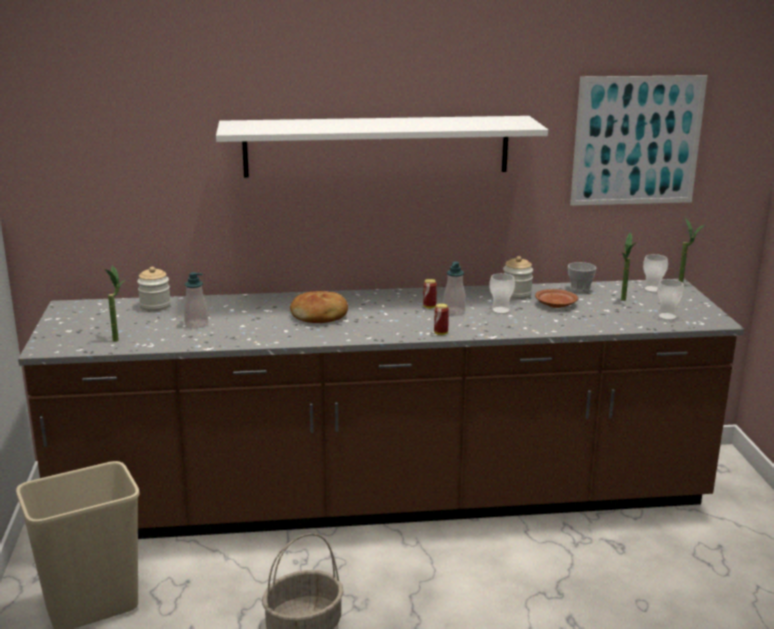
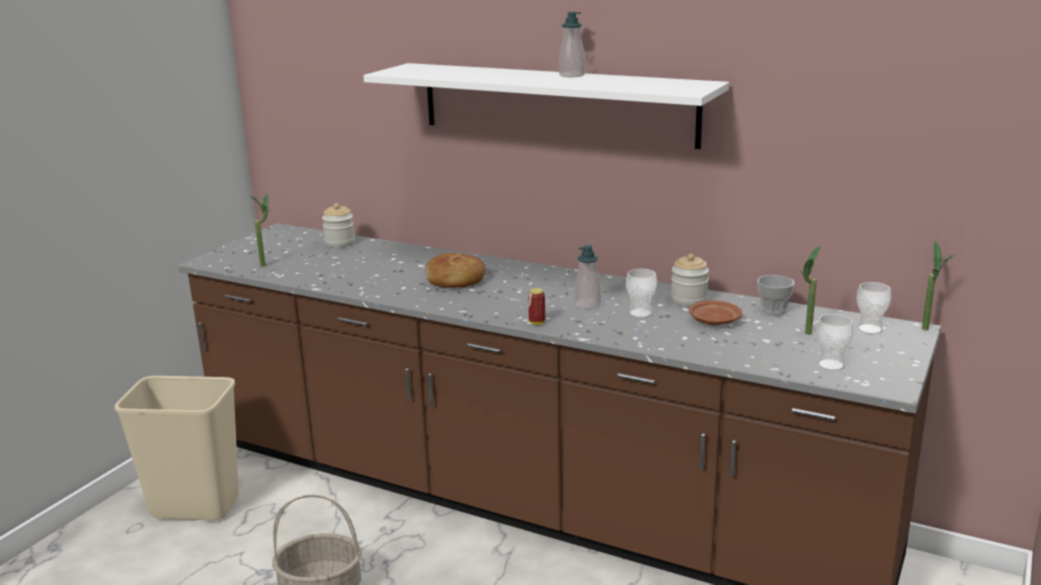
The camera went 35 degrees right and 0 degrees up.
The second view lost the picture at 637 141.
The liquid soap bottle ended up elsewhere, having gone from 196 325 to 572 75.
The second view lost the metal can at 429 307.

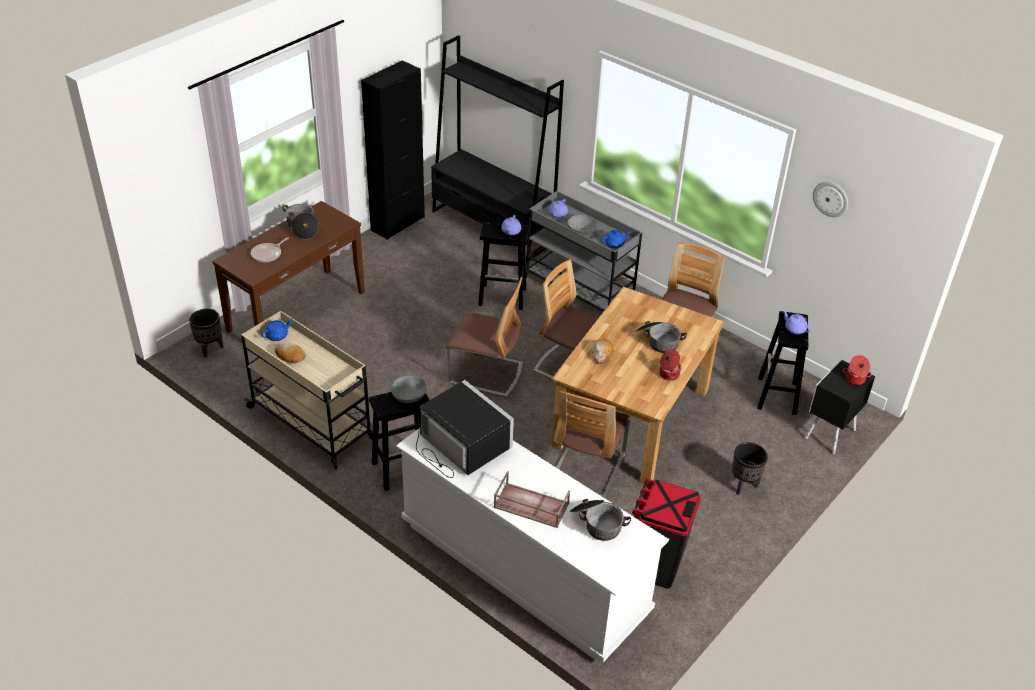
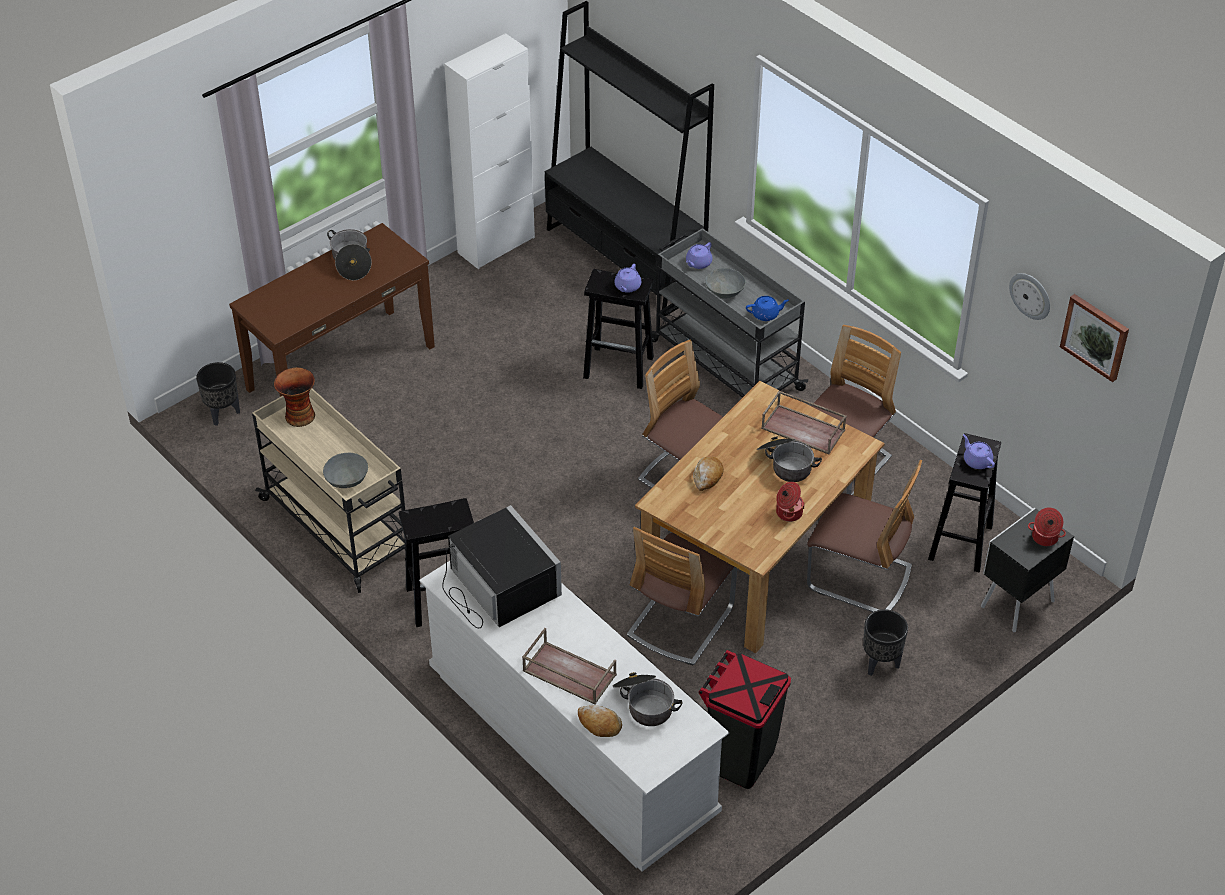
The camera went 10 degrees right and 5 degrees up.
What was the black-coloured cupboard at 397 223 turned into the white-coloured cupboard at 496 245.
The second view lost the skillet at 268 254.
The upright chair ended up elsewhere, having gone from 486 374 to 859 577.
Where the blue-coloured tea pot stood at 277 335, the flower vase came to stand at 299 416.
The baked bread ended up elsewhere, having gone from 290 356 to 599 724.
The gray deep dish ended up elsewhere, having gone from 409 396 to 347 479.
The second view gained the picture at 1095 336.
The second view gained the brown carrying tray at 804 429.

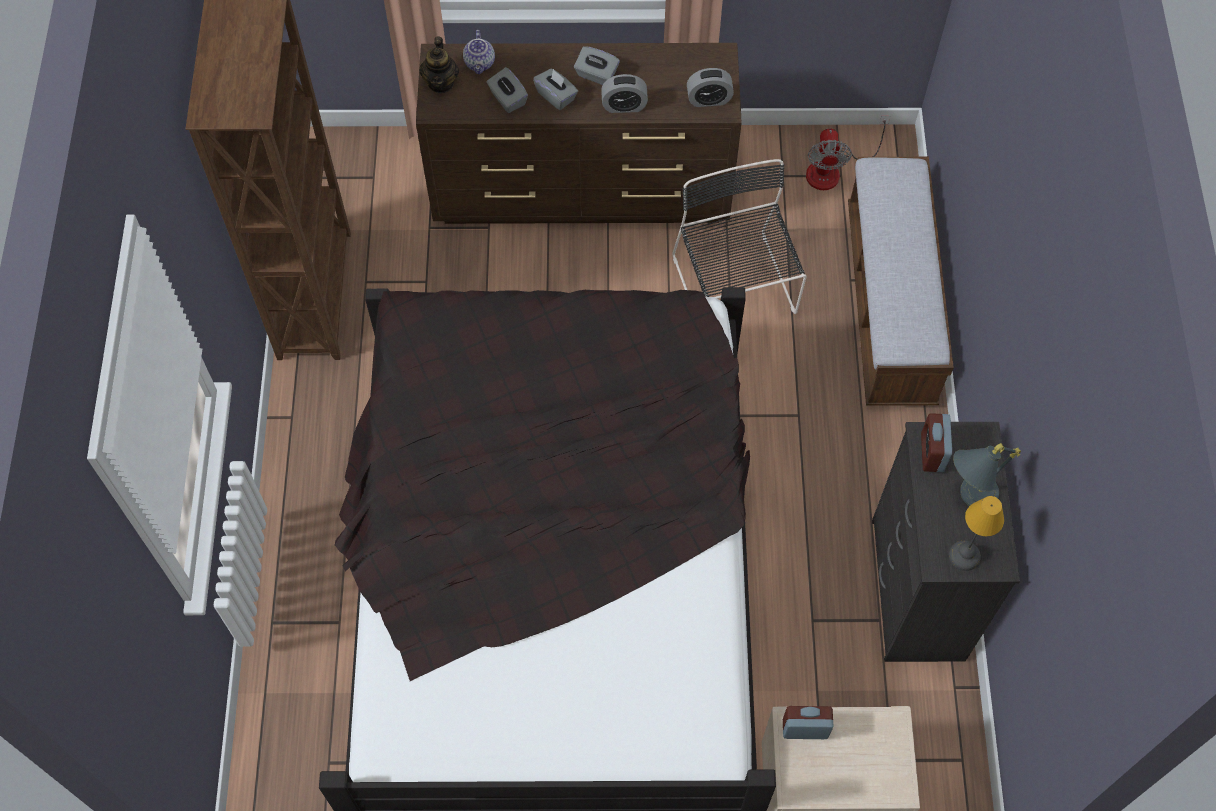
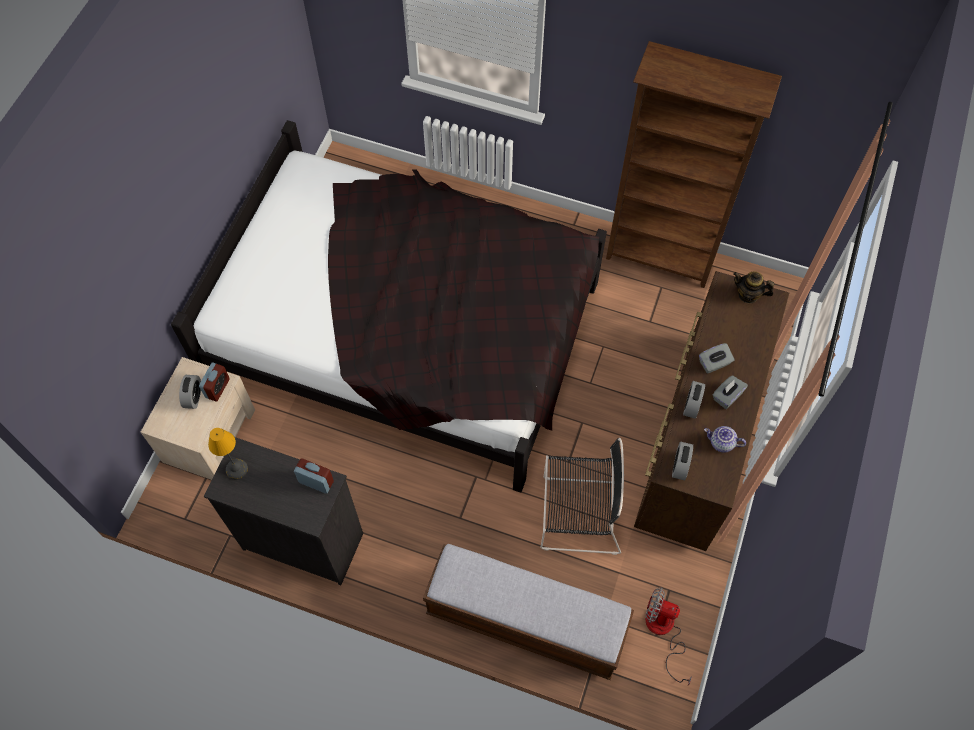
The camera went 110 degrees right and 0 degrees up.
The tea pot ended up elsewhere, having gone from 480 63 to 721 443.
The second view lost the gray tissue box at 507 99.
The second view lost the gray tabletop lamp at 966 498.
The second view gained the table clock at 193 397.

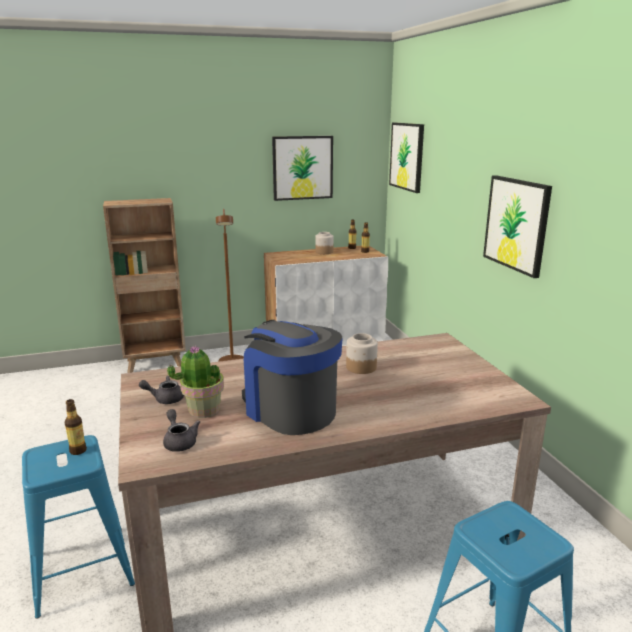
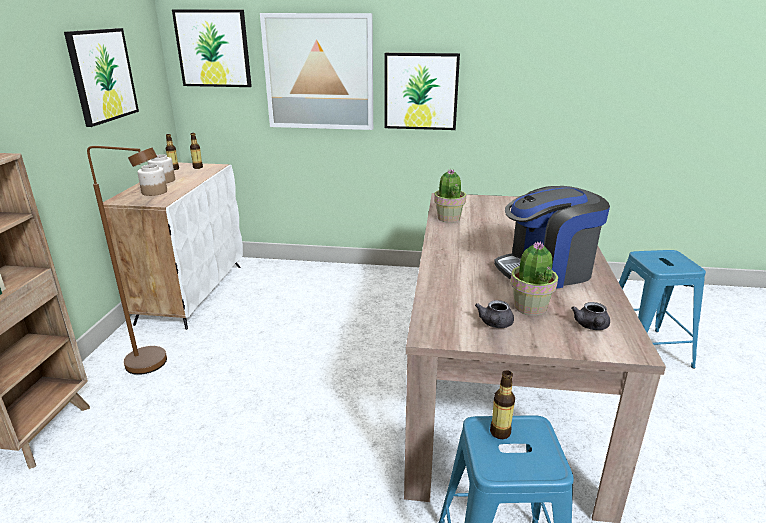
The camera went 65 degrees left and 5 degrees up.
The storage jar ended up elsewhere, having gone from 360 367 to 154 192.
The gray tea pot at 179 441 ended up facing another way, 75 degrees counterclockwise from before.
The second view gained the picture at 319 72.
The second view gained the houseplant at 448 218.

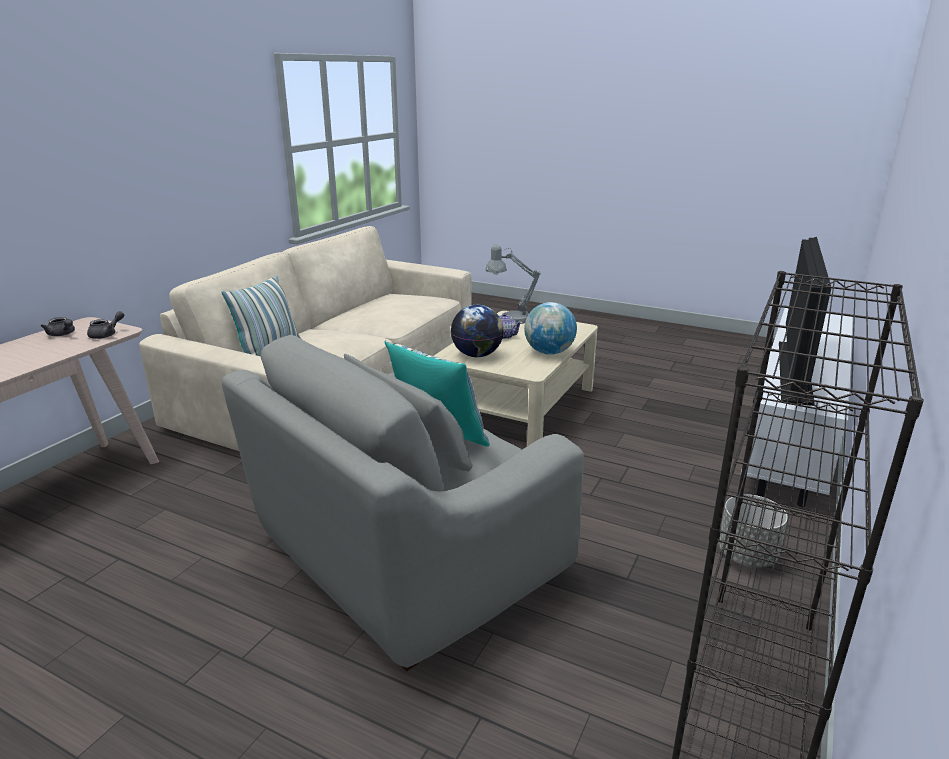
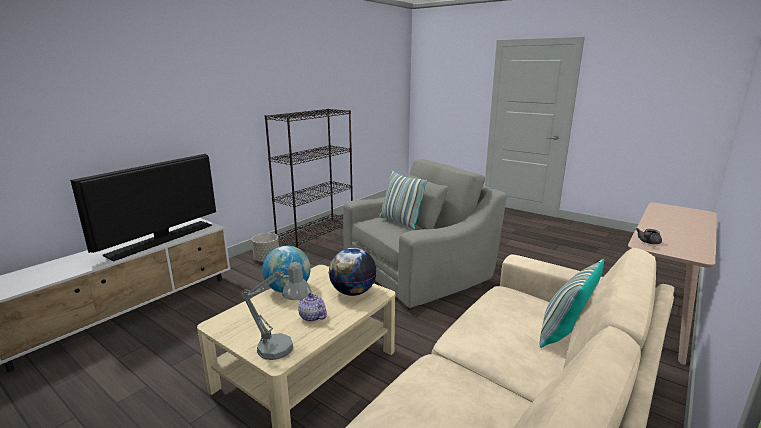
The camera went 170 degrees left and 5 degrees down.
The second view lost the gray tea pot at 62 334.

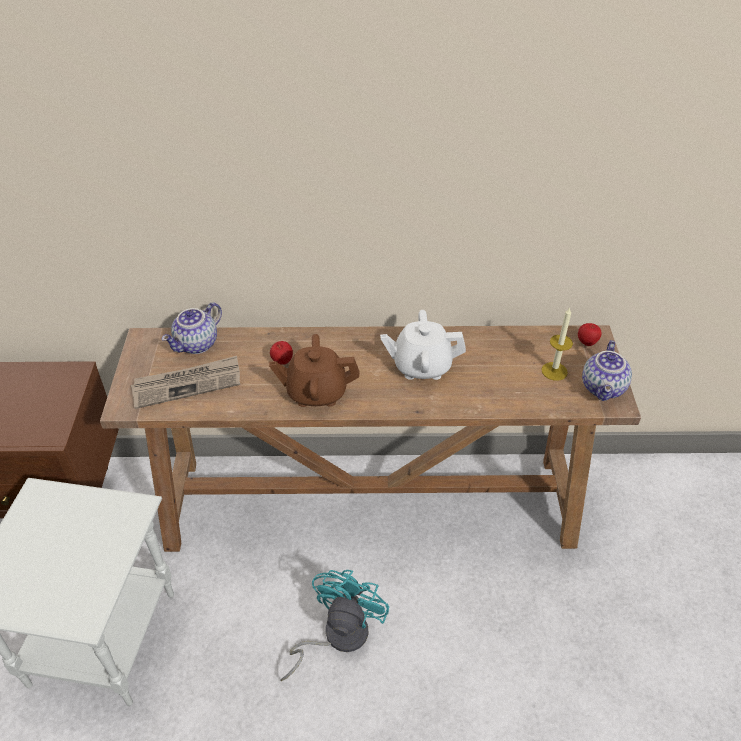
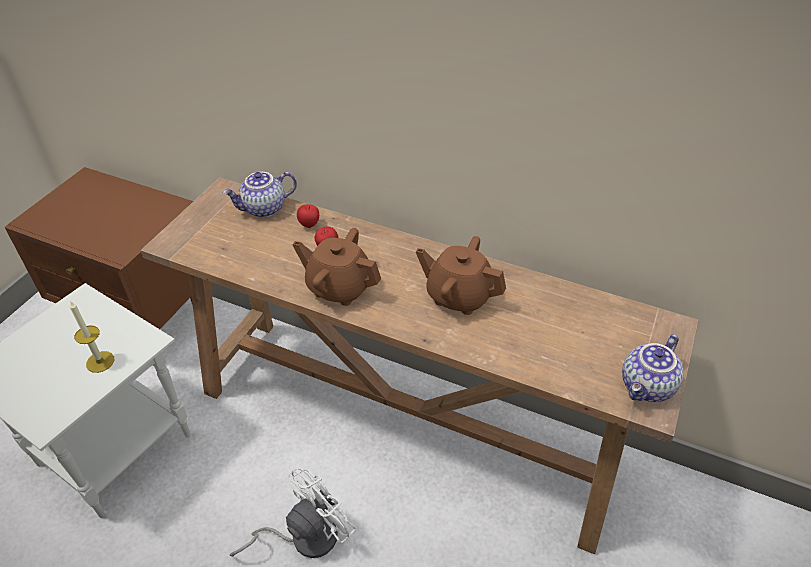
The camera went 25 degrees right and 0 degrees up.
The wax light ended up elsewhere, having gone from 554 371 to 100 361.
What was the white-coloured tea pot at 421 366 turned into the brown tea pot at 458 296.
The apple ended up elsewhere, having gone from 587 343 to 309 225.
The second view lost the newspaper at 187 384.
What was the blue-green cooling fan at 337 636 turned into the white-coloured cooling fan at 304 537.

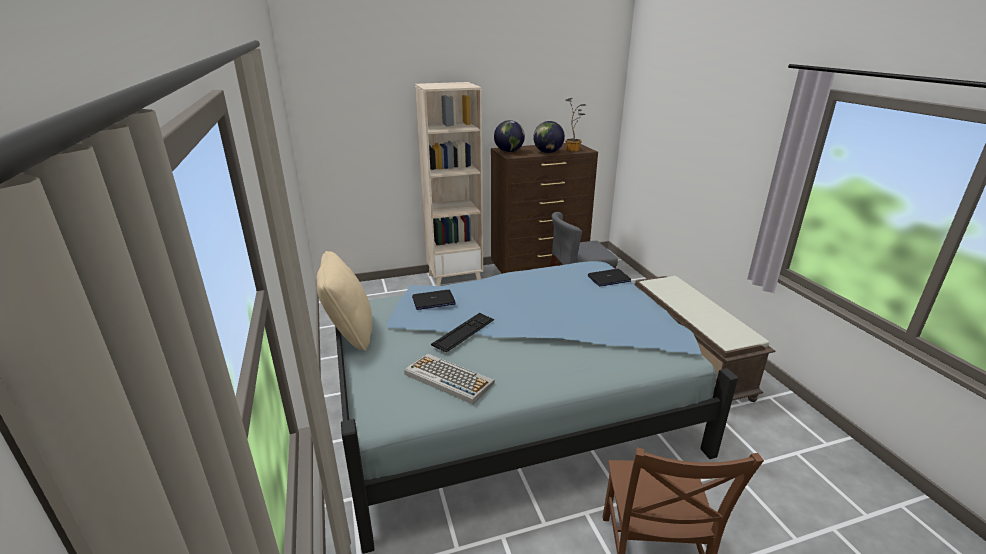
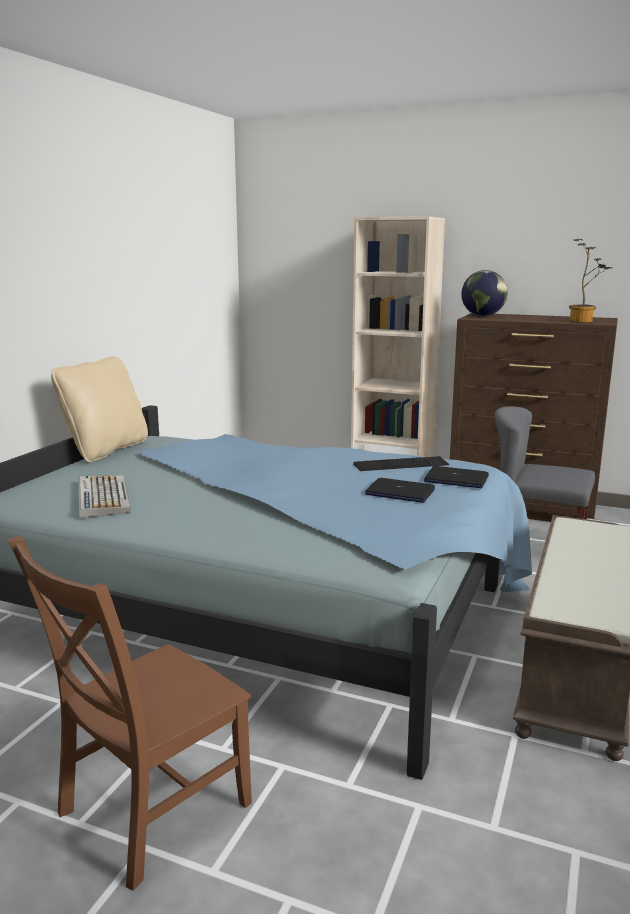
The camera went 40 degrees right and 10 degrees down.
The second view lost the world globe at 547 152.
The laptop ended up elsewhere, having gone from 433 301 to 399 492.
The computer keyboard ended up elsewhere, having gone from 464 332 to 401 464.

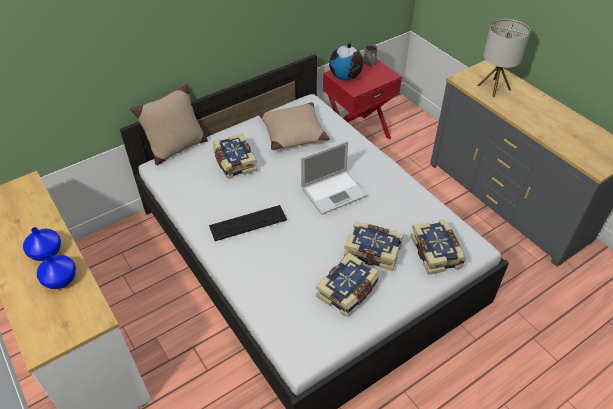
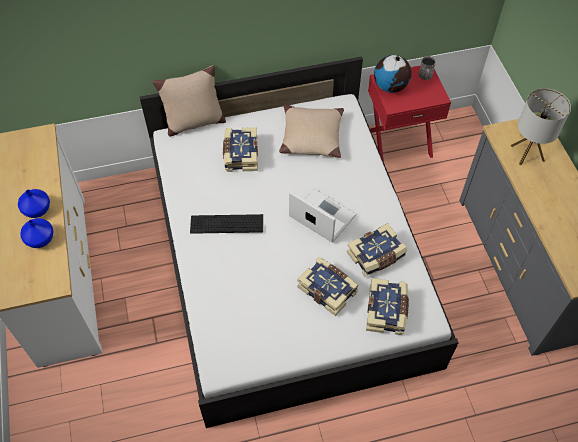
The camera went 20 degrees right and 10 degrees up.
The laptop at 334 191 ended up facing another way, 135 degrees counterclockwise from before.
The bound book ended up elsewhere, having gone from 348 291 to 376 256.

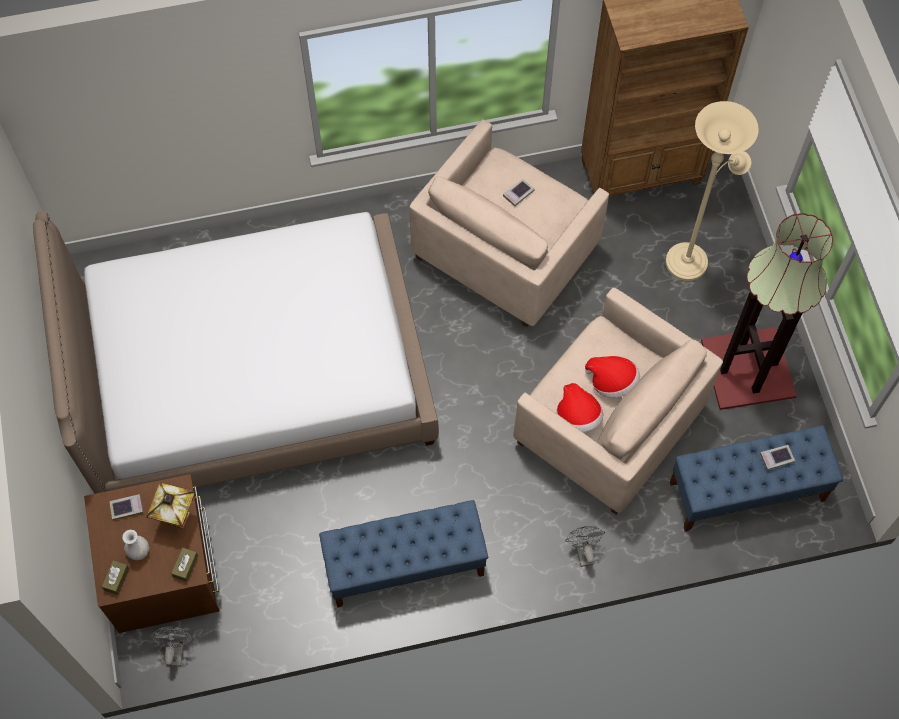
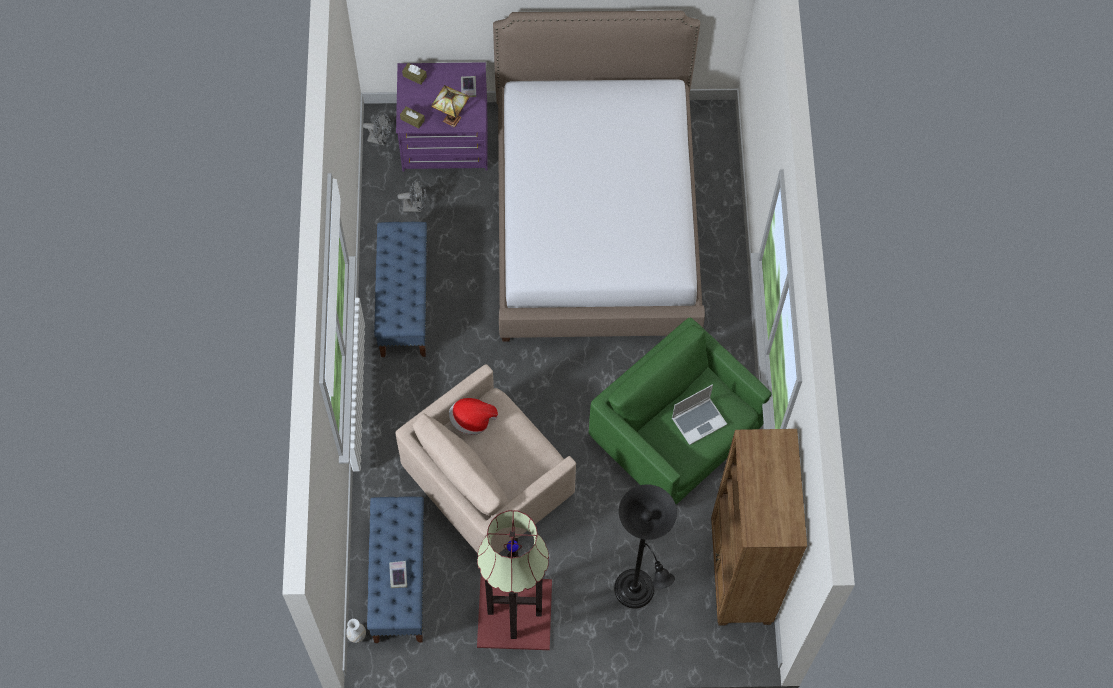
The camera went 100 degrees right and 0 degrees up.
What was the beige-coloured standard lamp at 690 259 turned into the black-coloured standard lamp at 637 593.
What was the beige-coloured armchair at 506 251 turned into the green armchair at 675 435.
Where the bound book stood at 518 194, the laptop came to stand at 699 420.
The second view lost the hat at 612 382.
What was the brown drawer chest at 164 569 turned into the purple drawer chest at 445 139.
The gray cooling fan ended up elsewhere, having gone from 583 551 to 415 207.
The white-coloured flower vase ended up elsewhere, having gone from 139 551 to 357 635.

